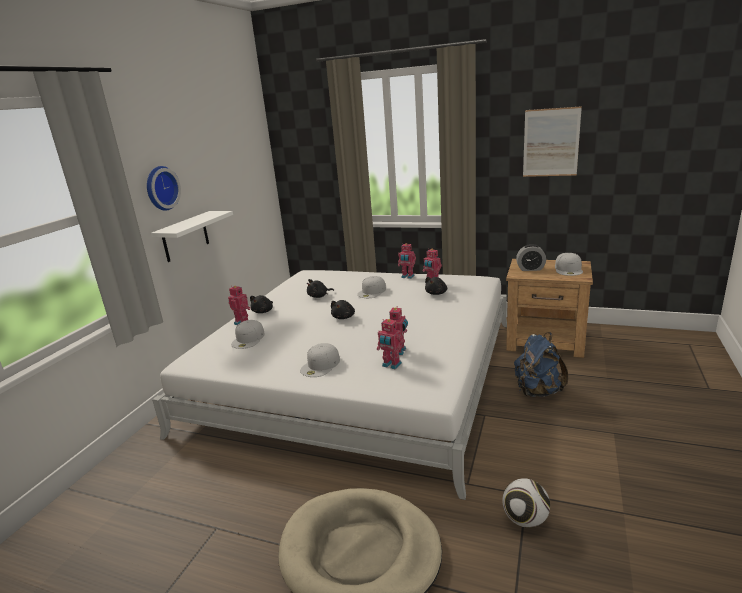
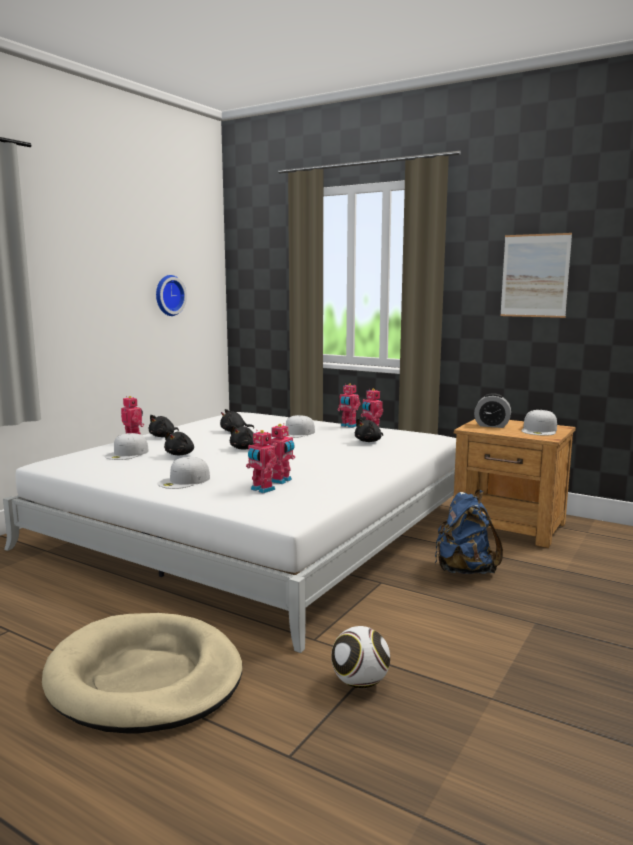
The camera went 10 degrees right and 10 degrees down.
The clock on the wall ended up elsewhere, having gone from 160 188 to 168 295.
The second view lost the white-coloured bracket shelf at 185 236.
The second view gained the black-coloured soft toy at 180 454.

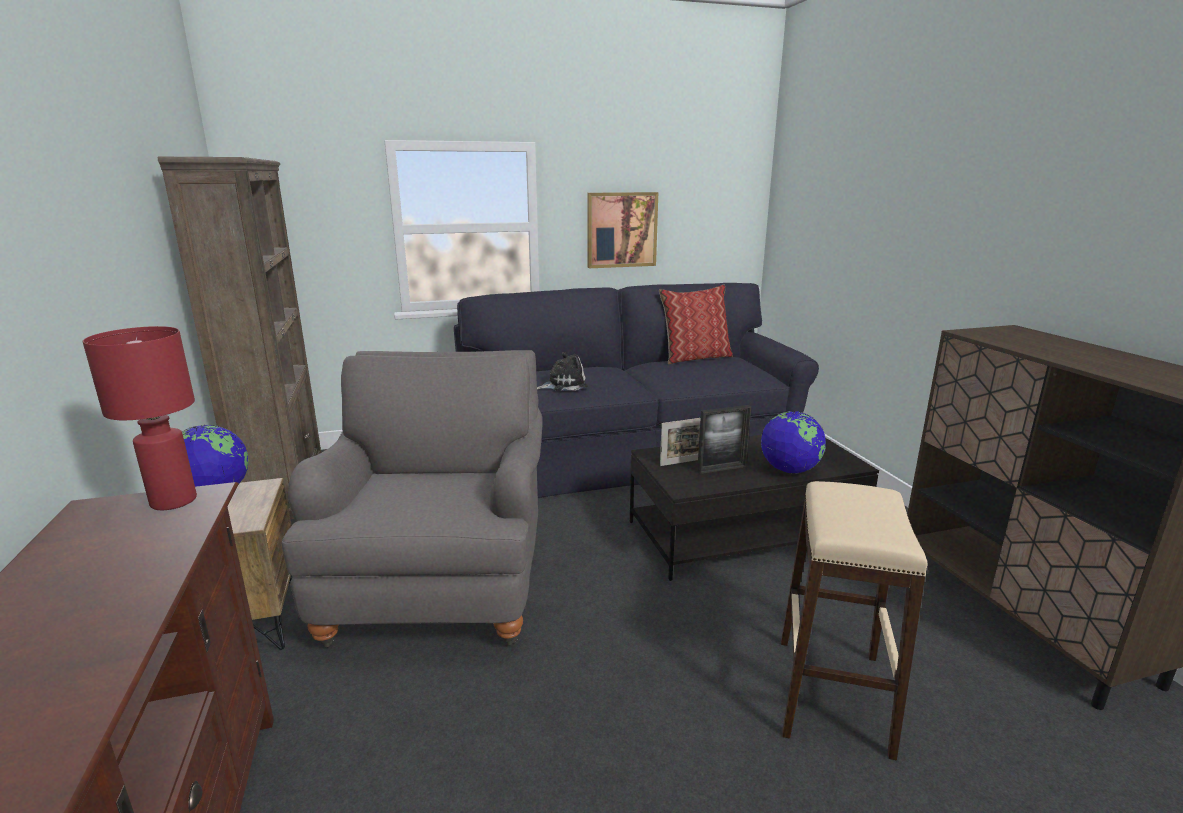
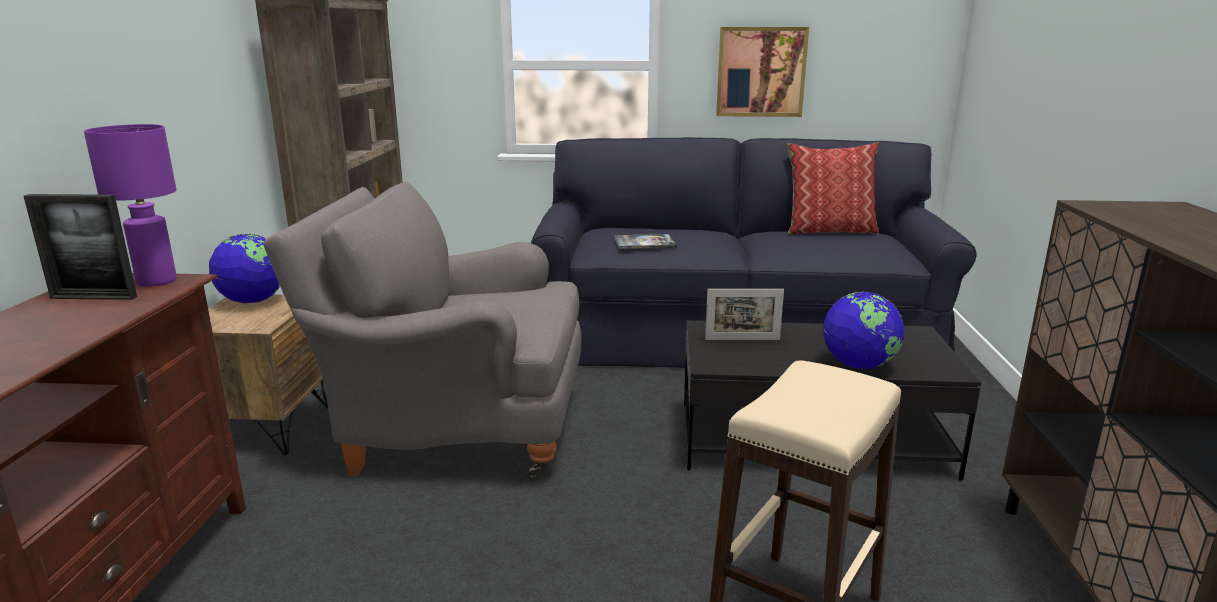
The camera went 20 degrees right and 0 degrees up.
What was the red-coloured tabletop lamp at 172 501 turned into the purple tabletop lamp at 156 281.
The gray armchair at 442 582 ended up facing another way, 105 degrees counterclockwise from before.
Where the soft toy stood at 563 385, the bound book came to stand at 644 243.
The standing frame ended up elsewhere, having gone from 721 469 to 93 297.

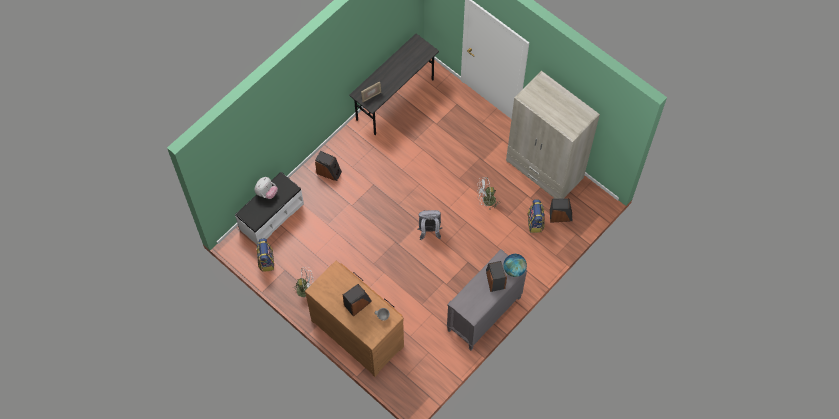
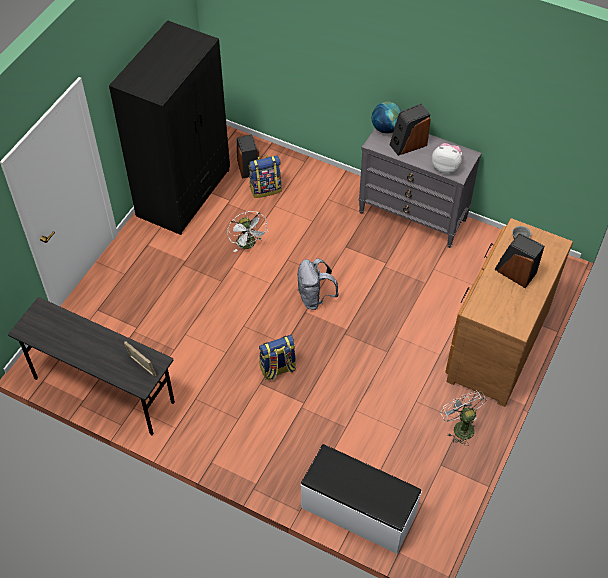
The camera went 105 degrees left and 10 degrees down.
What was the beige-coloured clothes cupboard at 544 170 turned into the black-coloured clothes cupboard at 184 193.
The second view lost the audio speaker at 329 172.
The soft toy ended up elsewhere, having gone from 266 193 to 445 167.
The rucksack ended up elsewhere, having gone from 266 261 to 277 369.

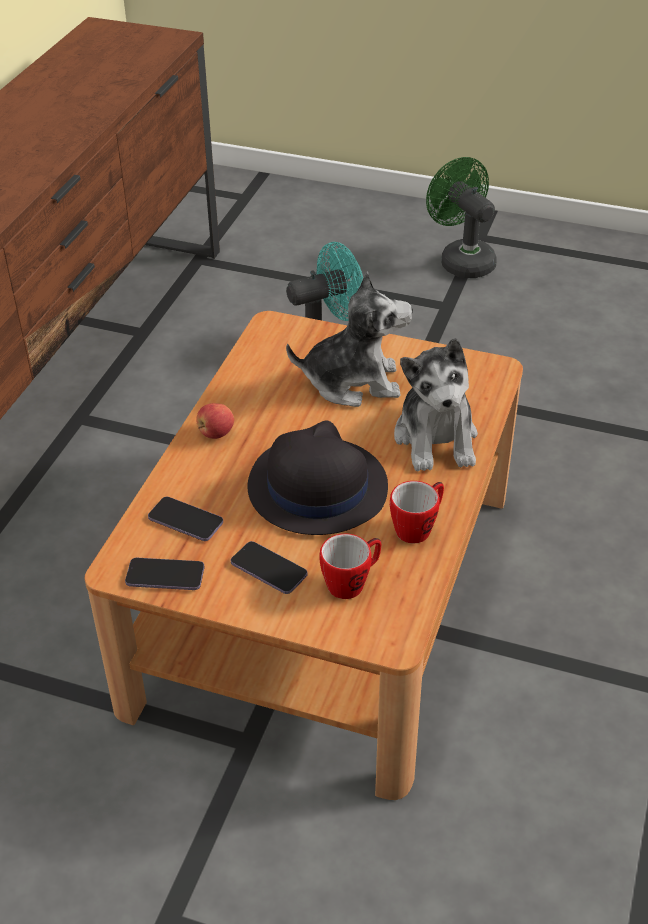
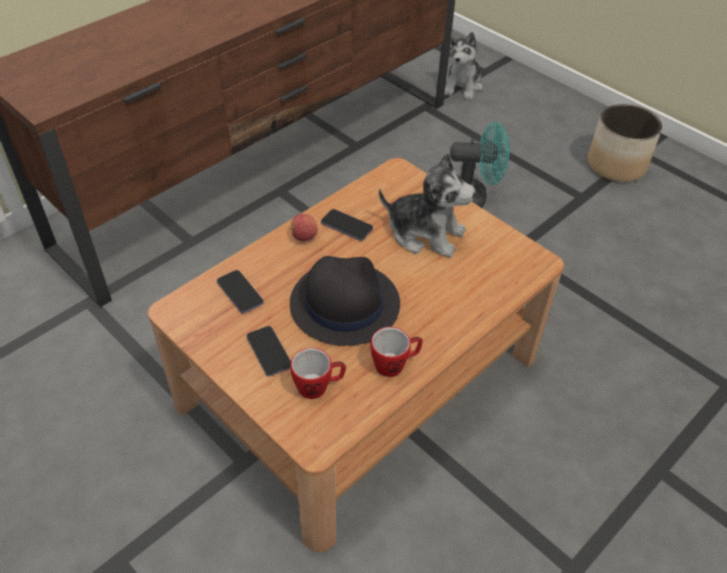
The camera went 25 degrees right and 5 degrees up.
Where the green cooling fan stood at 462 260, the flower pot came to stand at 615 166.
The soft toy ended up elsewhere, having gone from 436 438 to 462 86.
The phone ended up elsewhere, having gone from 165 576 to 346 226.

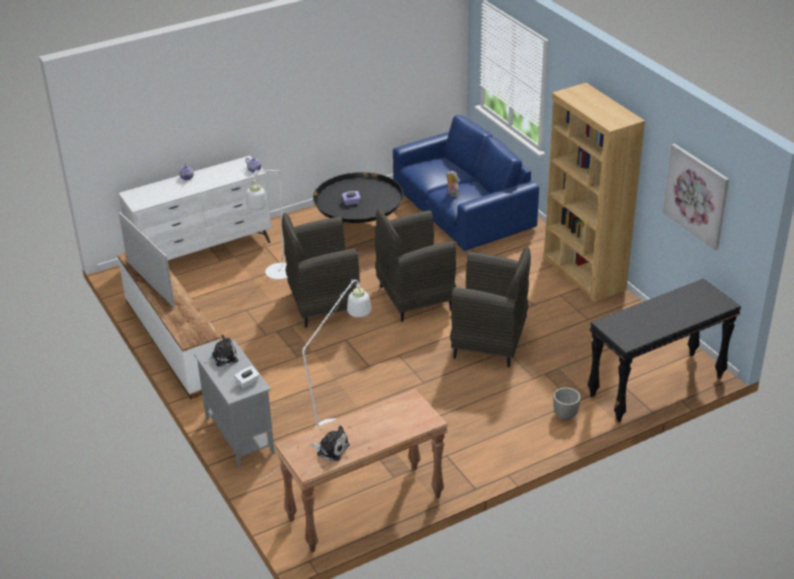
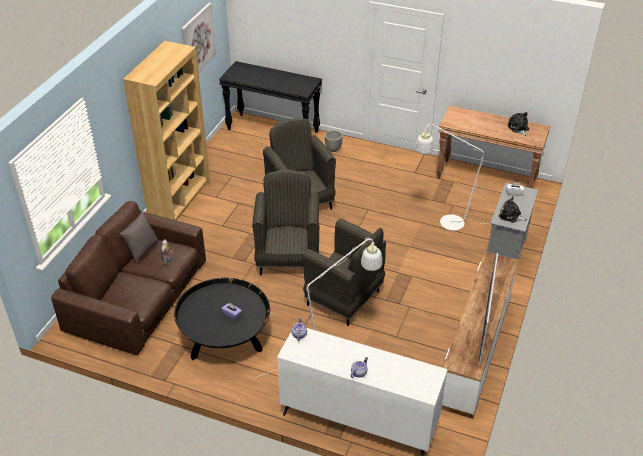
The camera went 130 degrees left and 5 degrees up.
What was the blue-coloured couch at 462 209 turned into the brown couch at 138 296.
The gray armchair at 414 298 ended up facing another way, 120 degrees counterclockwise from before.
The second view gained the gray throw pillow at 142 251.

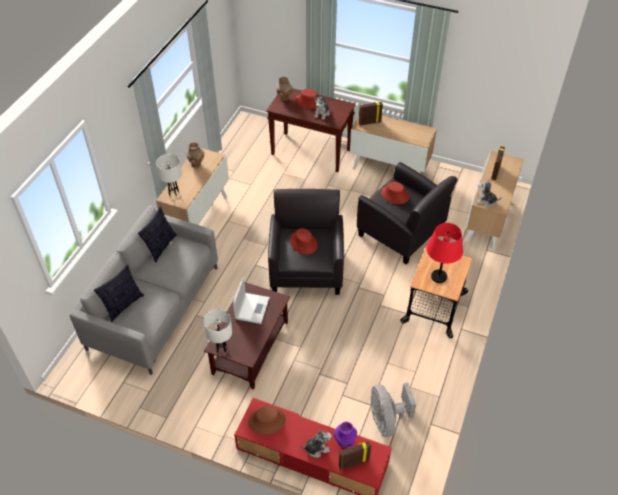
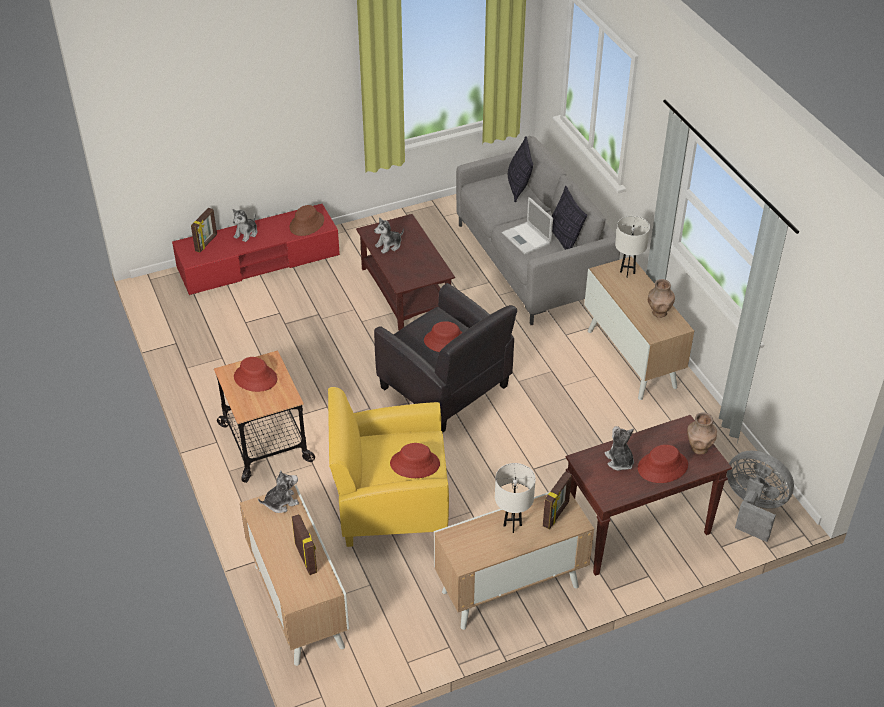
The camera went 135 degrees right and 5 degrees down.
What was the black-coloured armchair at 401 233 turned into the yellowish armchair at 390 503.
Where the red-coloured tabletop lamp stood at 439 277, the red-coloured hat came to stand at 255 378.
The laptop ended up elsewhere, having gone from 252 307 to 527 239.
The white-coloured tabletop lamp ended up elsewhere, having gone from 221 348 to 512 525.
The gray cooling fan ended up elsewhere, having gone from 387 420 to 753 508.
The second view lost the purple flower vase at 344 443.
The second view gained the soft toy at 389 245.

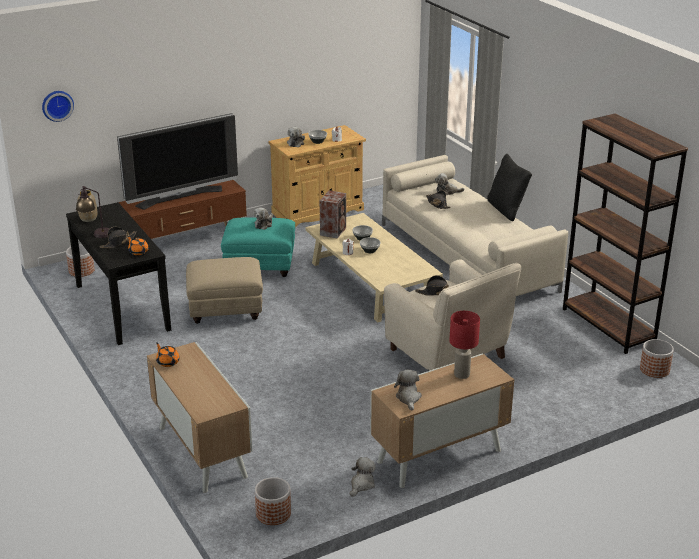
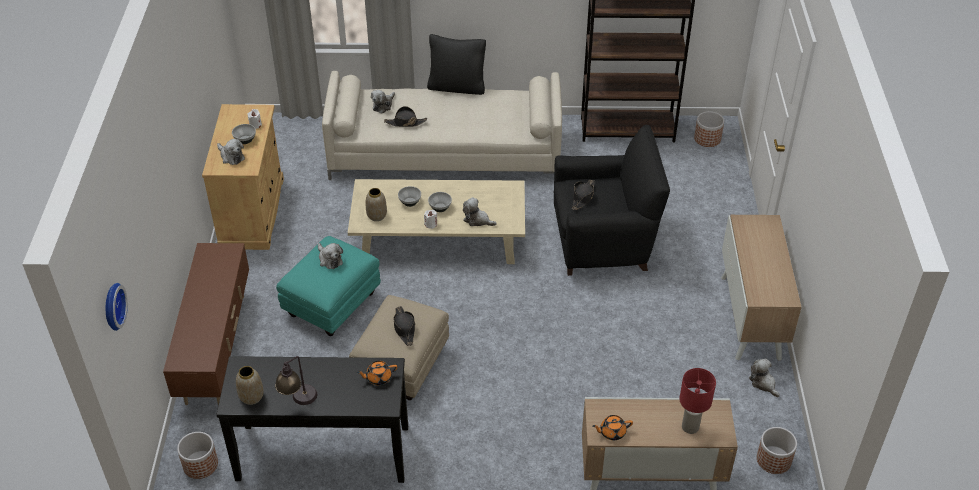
The camera went 60 degrees left and 15 degrees up.
The second view lost the TV set at 180 197.
Where the audio speaker stood at 333 231, the flower vase came to stand at 376 215.
The black-coloured hat ended up elsewhere, having gone from 118 242 to 404 328.
What was the beige-coloured armchair at 448 355 turned into the black-coloured armchair at 603 243.
The red-coloured tabletop lamp ended up elsewhere, having gone from 462 374 to 690 427.
The soft toy ended up elsewhere, having gone from 408 398 to 477 220.

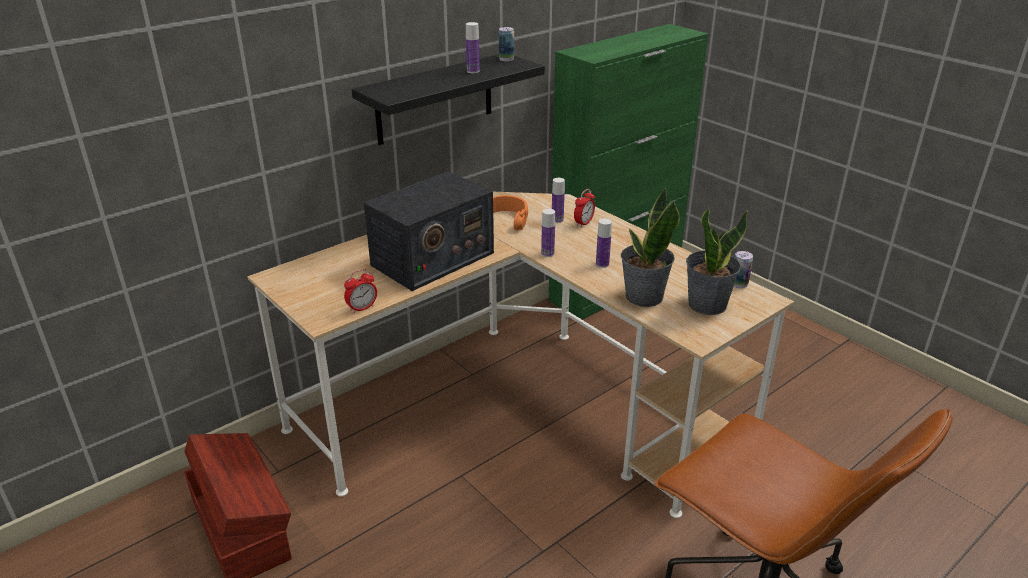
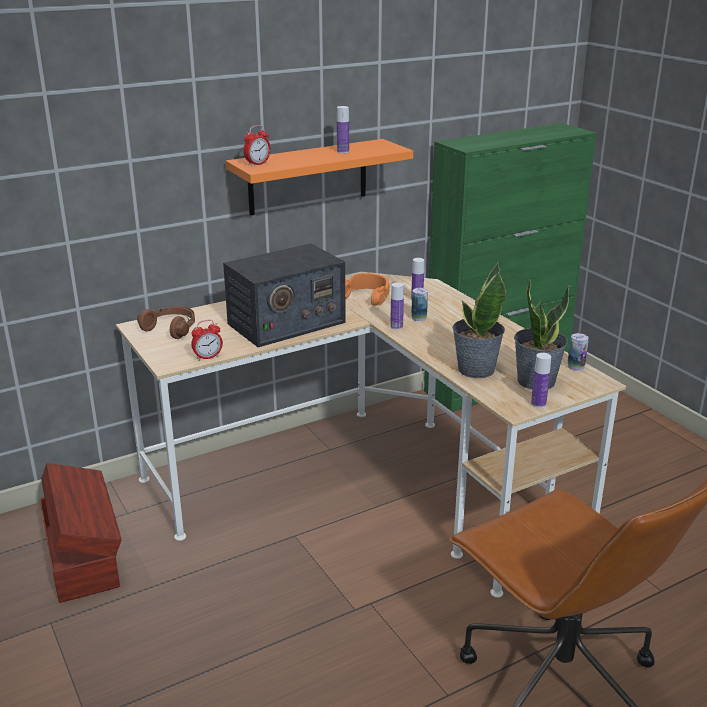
The camera went 10 degrees right and 5 degrees down.
The metal can ended up elsewhere, having gone from 506 59 to 419 318.
What was the black-coloured bracket shelf at 435 99 turned into the orange-coloured bracket shelf at 308 177.
The table clock ended up elsewhere, having gone from 583 223 to 257 164.
The drink bottle ended up elsewhere, having gone from 602 264 to 538 404.
The second view gained the brown headset at 172 329.

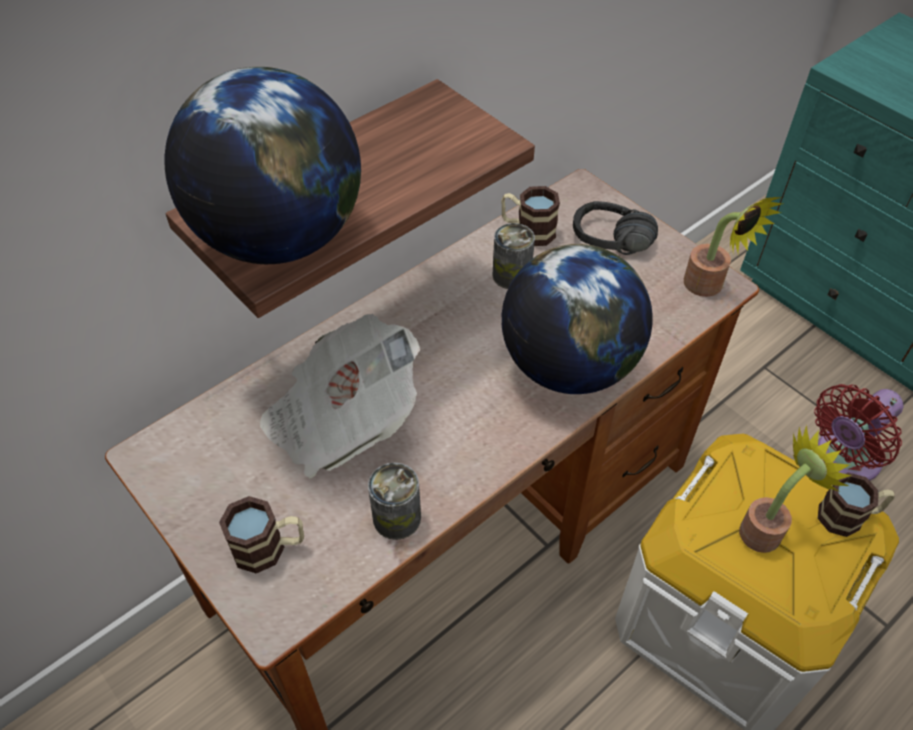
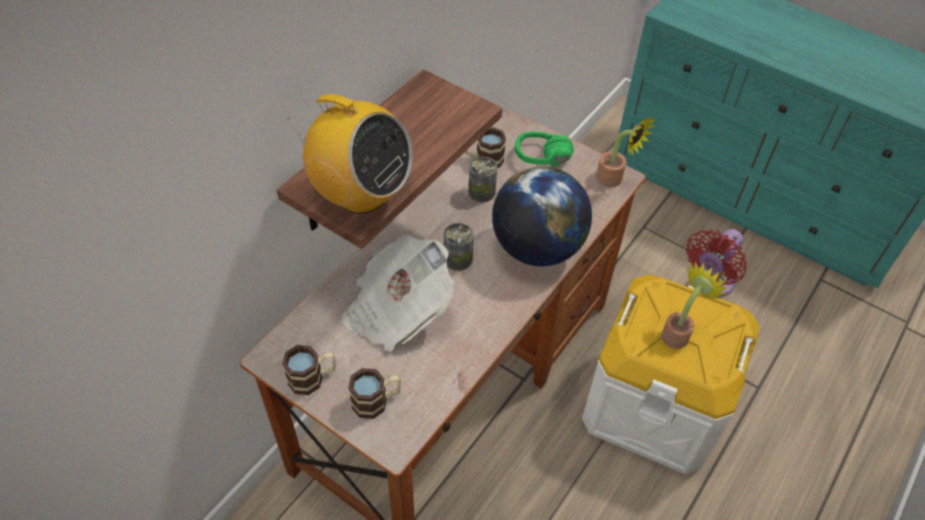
The camera went 15 degrees left and 0 degrees up.
Where the world globe stood at 279 238, the radio receiver came to stand at 360 195.
What was the black-coloured headset at 610 249 turned into the green headset at 542 163.
The metal can ended up elsewhere, having gone from 397 517 to 458 259.
The mug ended up elsewhere, having gone from 848 516 to 313 378.

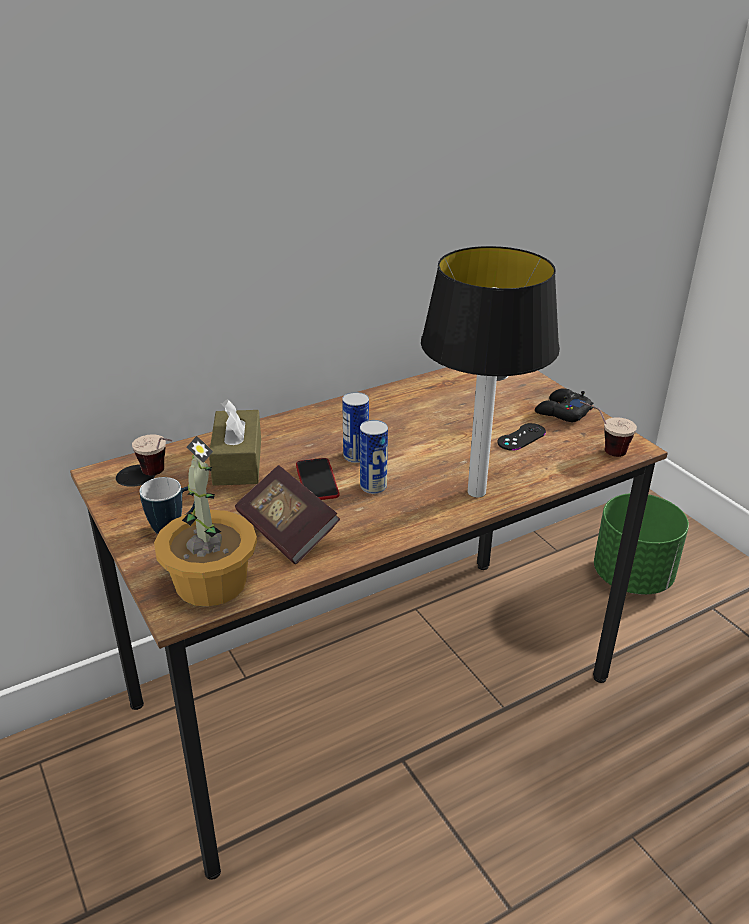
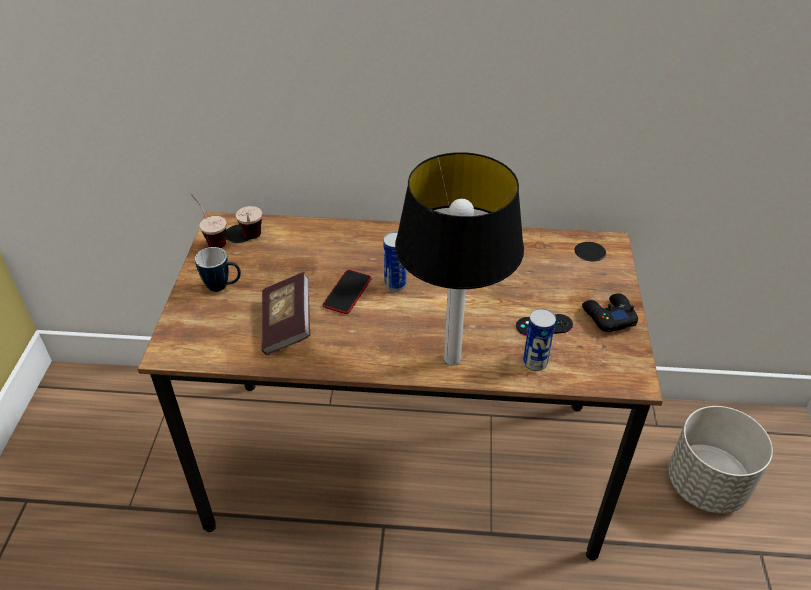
The camera went 35 degrees right and 10 degrees up.
The second view lost the brown tissue box at 237 461.
The small cup ended up elsewhere, having gone from 602 450 to 211 239.
The metal can ended up elsewhere, having gone from 373 487 to 535 362.
The second view lost the houseplant at 209 582.
What was the green flower pot at 632 577 turned into the gray flower pot at 706 485.

